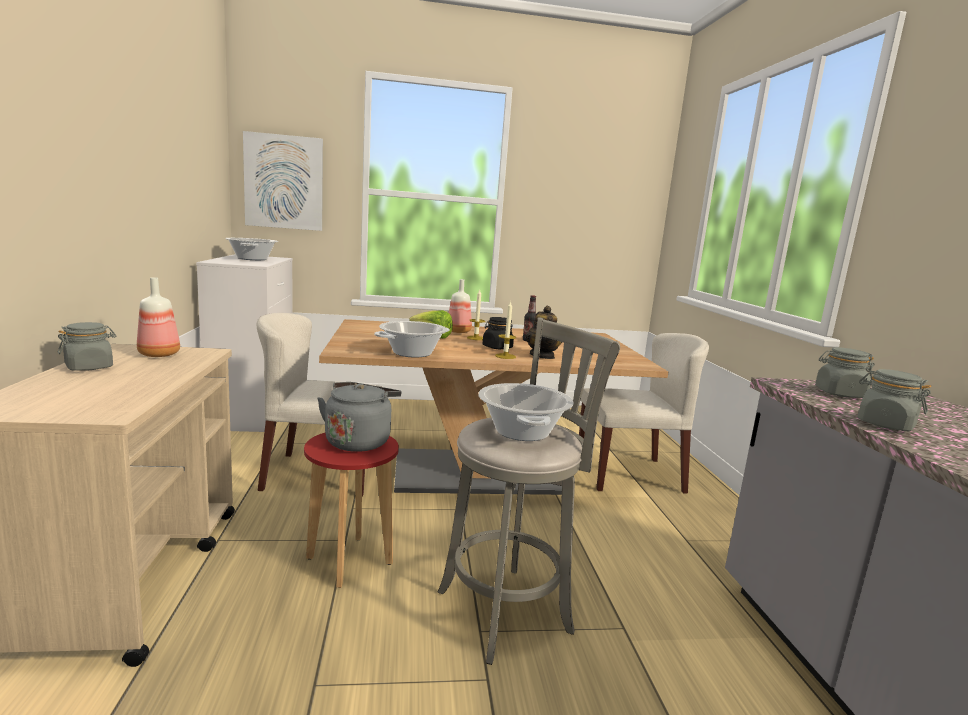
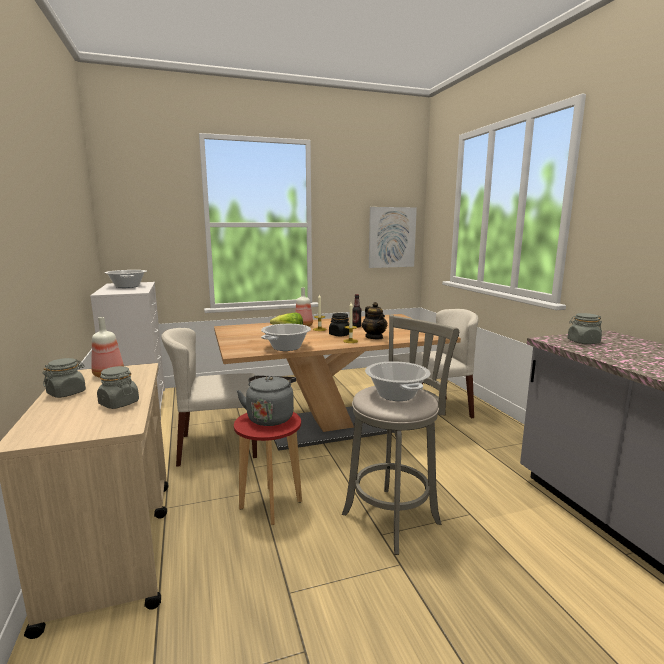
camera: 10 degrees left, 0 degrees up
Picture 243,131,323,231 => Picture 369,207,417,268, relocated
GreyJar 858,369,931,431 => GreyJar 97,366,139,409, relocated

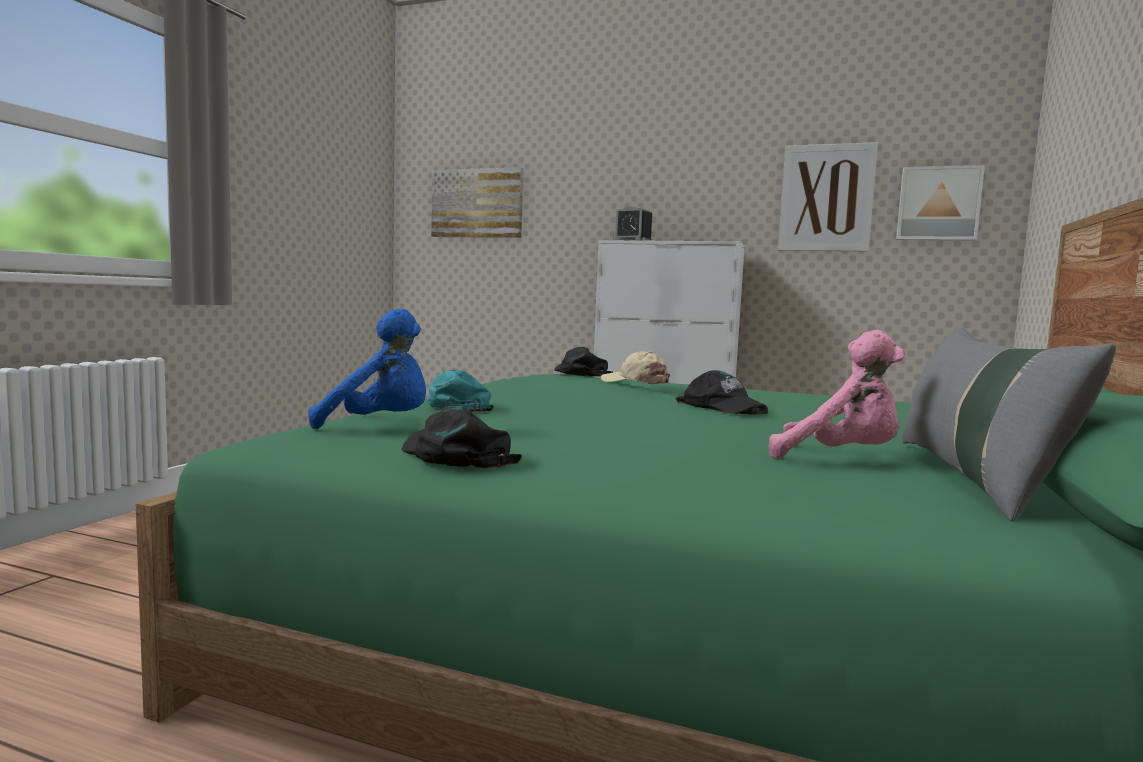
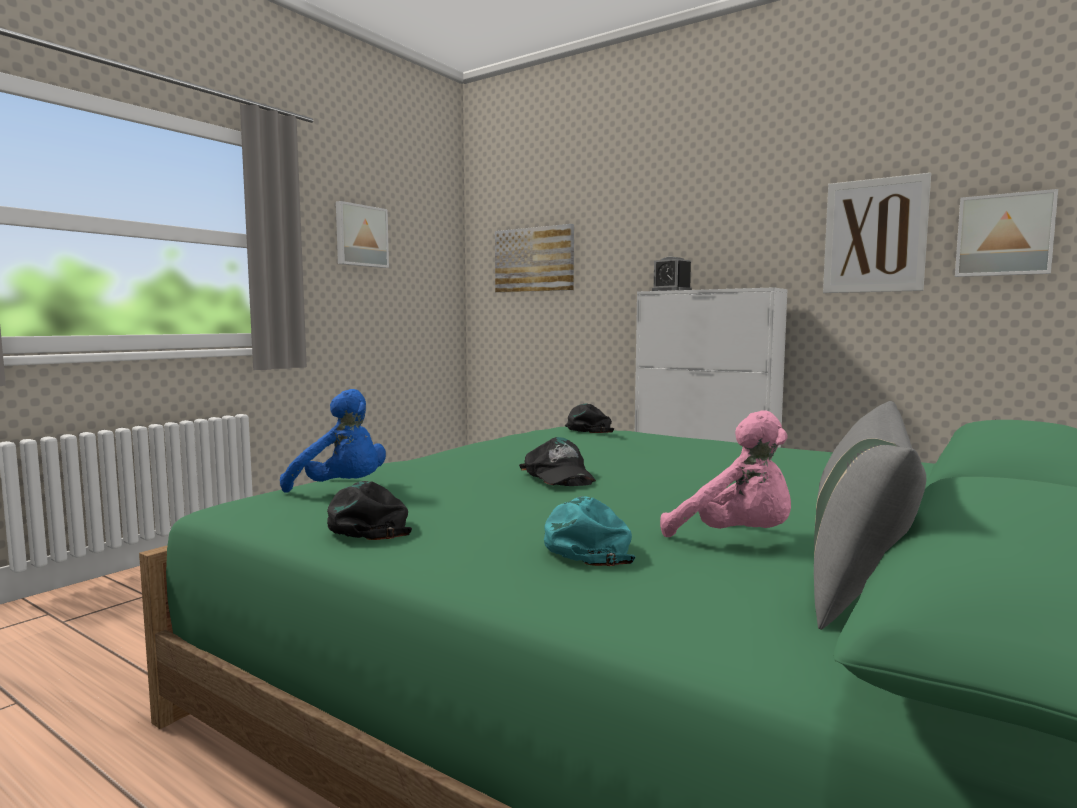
camera: 15 degrees right, 0 degrees up
TurquoiseCap 427,370,494,412 => TurquoiseCap 544,496,636,566, relocated
BeigeCap 601,351,670,385 => nothing
BlackCap 676,370,768,415 => BlackCap 519,437,596,486, relocated
nothing => Picture 336,201,389,268

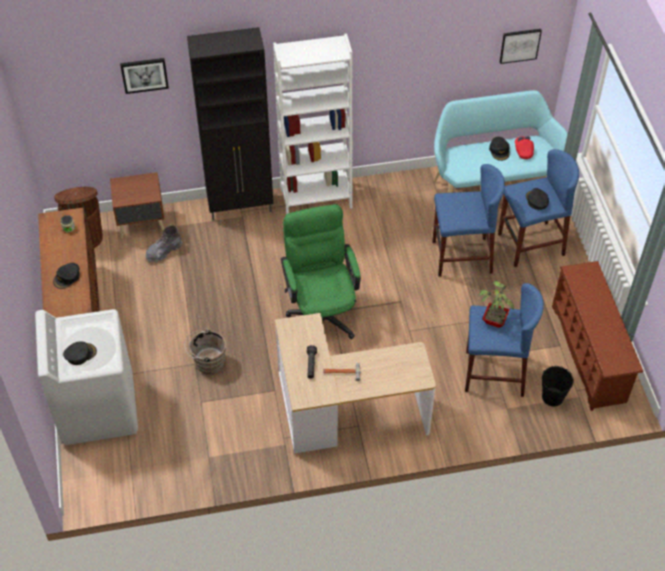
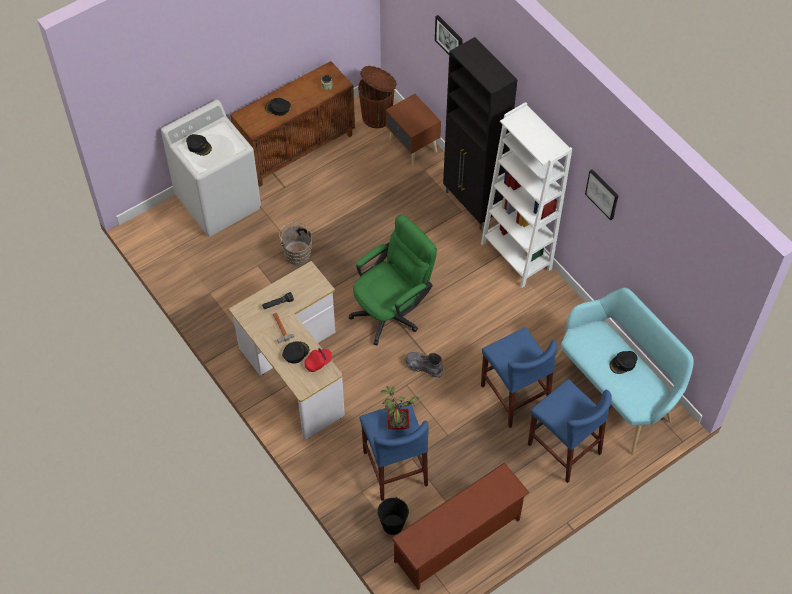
camera: 65 degrees right, 5 degrees up
GreyBoot 145,225,183,263 => GreyBoot 404,352,444,378, relocated
Picture 499,29,542,64 => Picture 585,169,619,220, relocated
RedCap 515,136,534,159 => RedCap 304,348,332,372, relocated
BlackCap 526,188,549,210 => BlackCap 282,341,309,364, relocated

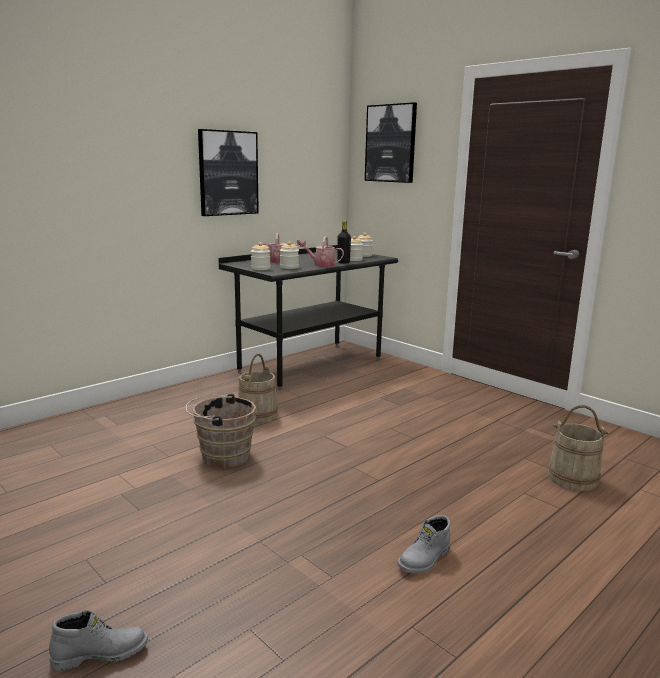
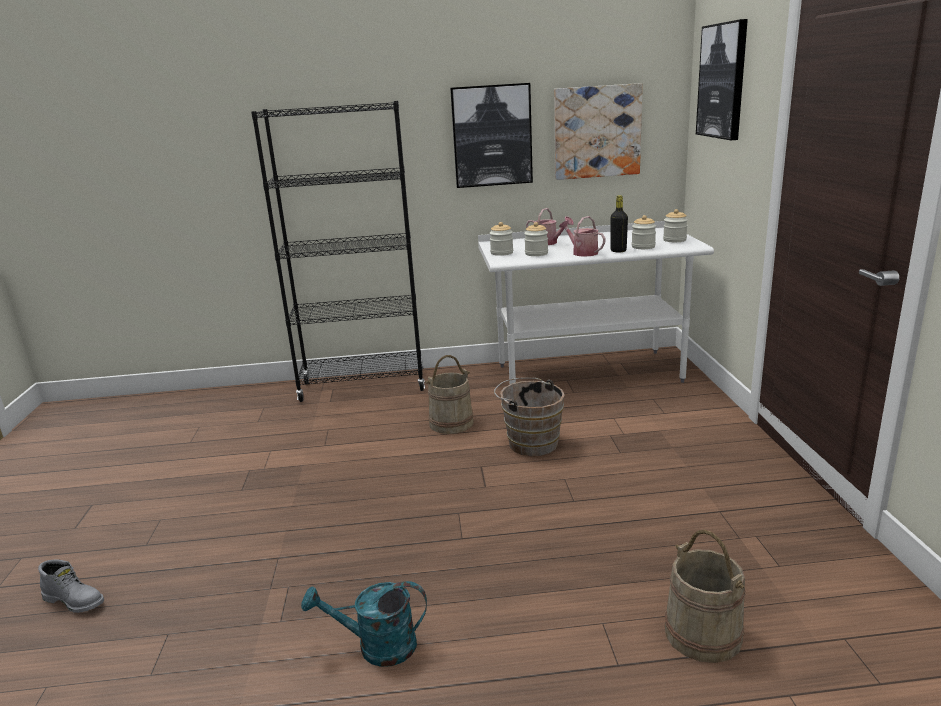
camera: 40 degrees right, 5 degrees up
BrownBucket 186,393,256,468 => BrownBucket 494,377,565,456, relocated
BlackDesk 218,245,398,390 => WhiteDesk 478,221,714,384
GreyBoot 397,515,450,574 => TurquoiseWateringCan 301,581,427,667
nothing => BlackBookcase 251,101,425,402
nothing => Picture 554,83,643,180

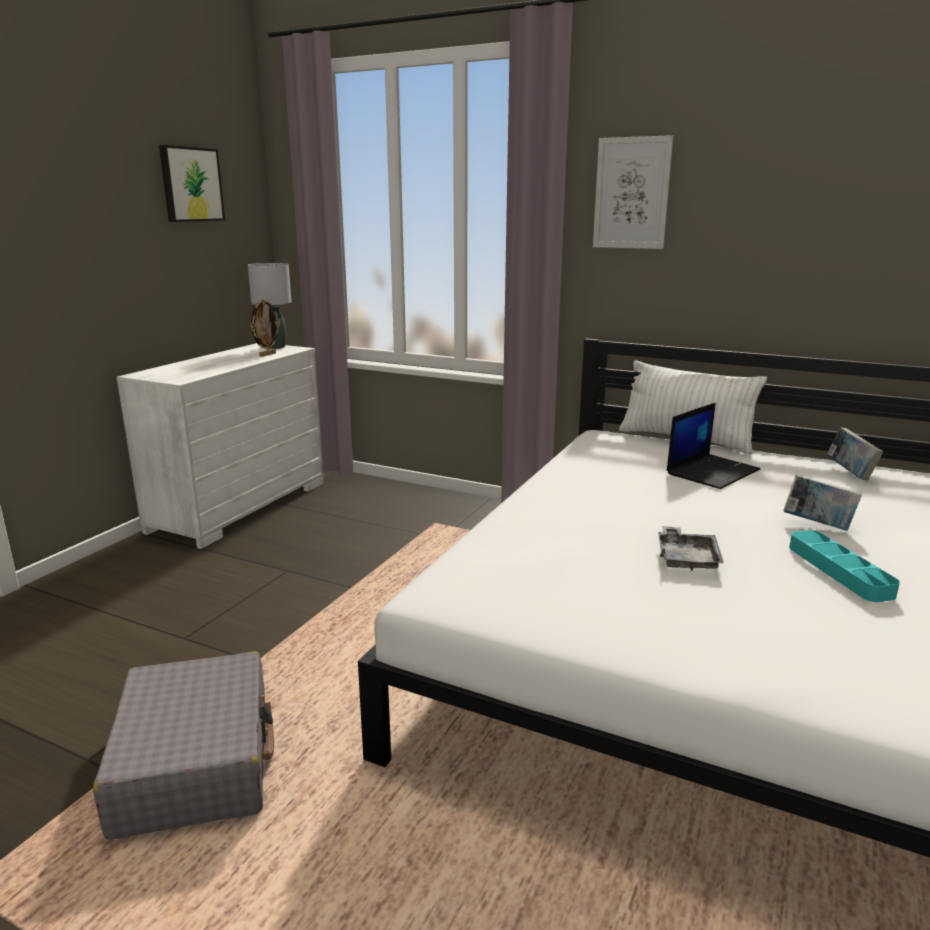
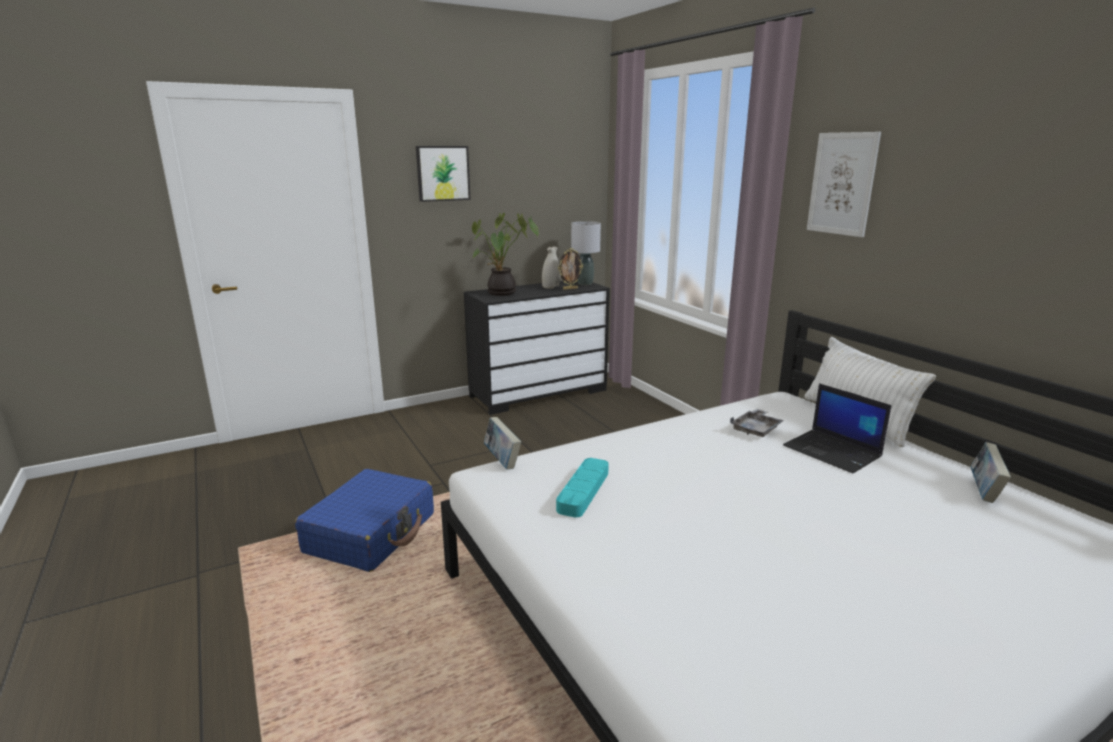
camera: 35 degrees right, 0 degrees up
GreySuitcase 93,652,274,840 => BlueSuitcase 295,469,434,572
WhiteDresser 117,343,324,549 => BlackDresser 464,281,610,415
Picture 159,145,225,222 => Picture 416,146,471,202, relocated
GreyTray 658,526,724,571 => GreyTray 730,409,784,437, relocated
Laptop 666,402,760,489 => Laptop 783,383,891,473, 60 degrees clockwise
Book 783,475,862,531 => Book 484,417,521,470, relocated
TurquoiseTray 789,530,900,602 => TurquoiseTray 556,458,609,518, relocated
nothing => PottedPlant 472,213,538,296
nothing => WhiteVase 542,247,560,289

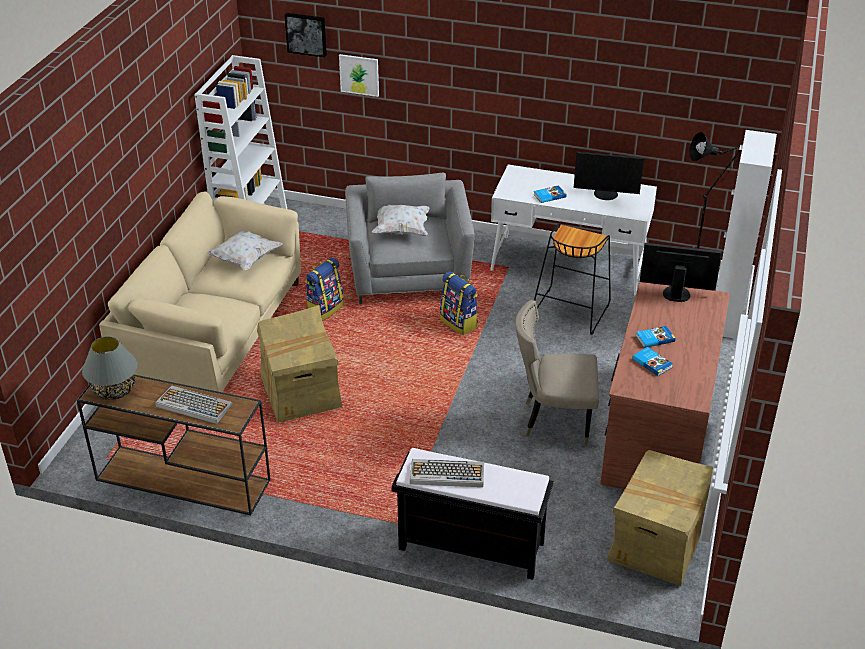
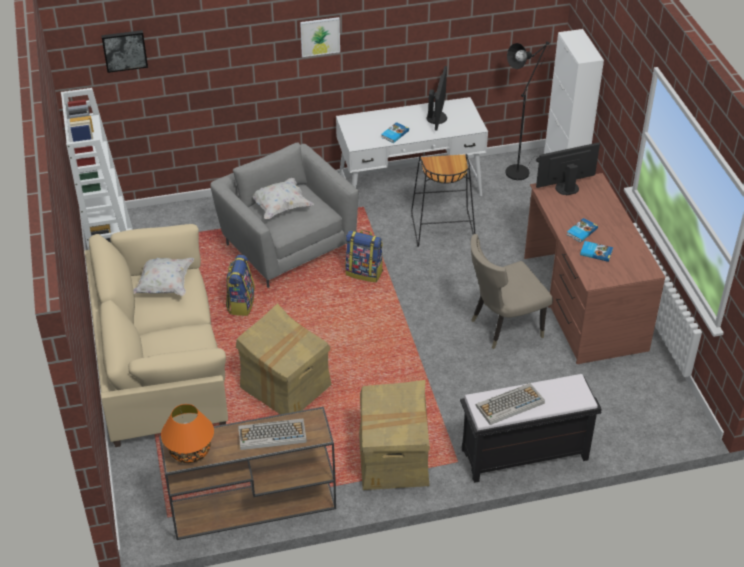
camera: 30 degrees left, 5 degrees up
GreyTableLamp 82,336,138,400 => OrangeTableLamp 161,404,214,463
Picture 339,54,379,97 => Picture 300,17,340,57, relocated
Monitor 574,152,644,200 => Monitor 426,66,447,131, 60 degrees counterclockwise
CardboardBox 607,450,713,586 => CardboardBox 359,380,430,490, relocated

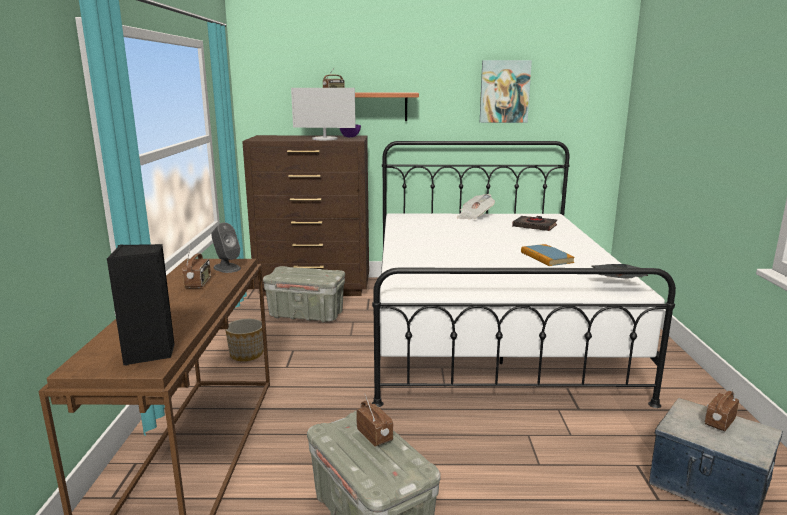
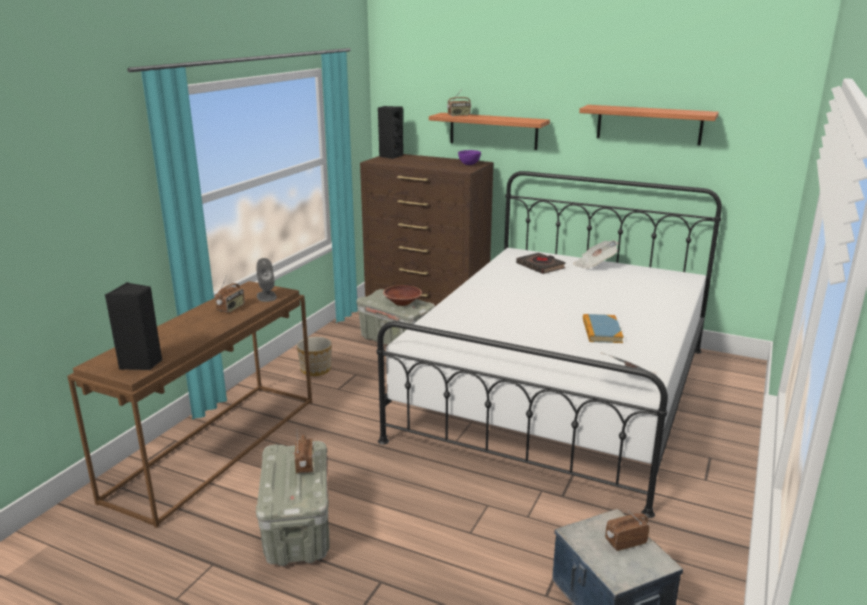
camera: 25 degrees right, 5 degrees up
Monitor 291,88,356,140 => nothing
Picture 480,60,532,123 => Shelf 579,105,719,146
BlackBook 512,216,557,231 => BlackBook 516,253,566,274, relocated
nothing => BlackSpeaker 378,106,403,159
nothing => BrownBowl 383,285,422,306

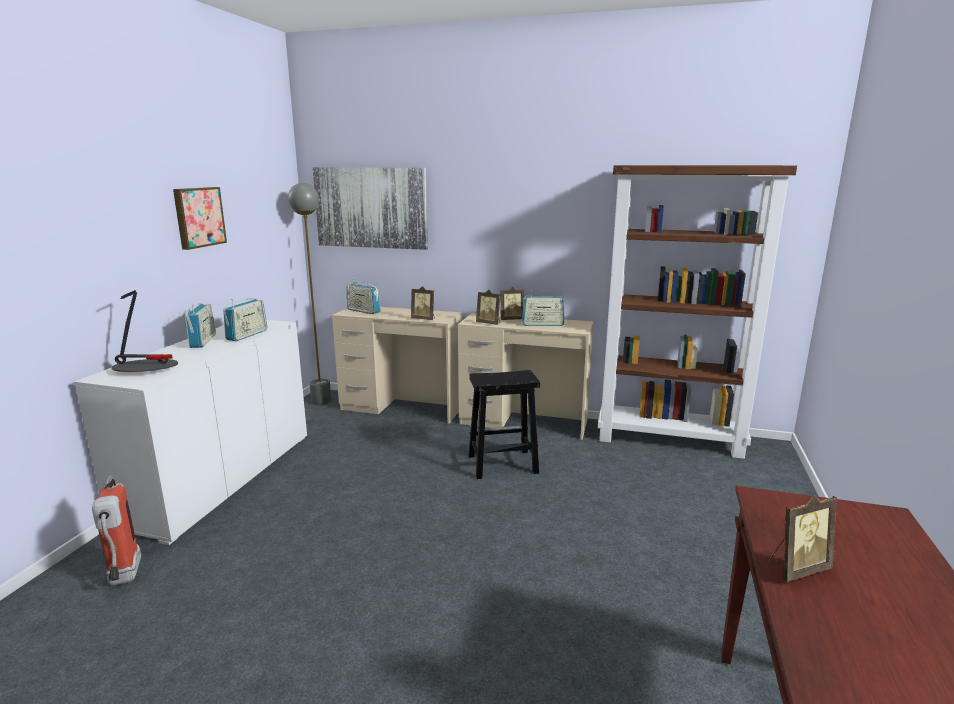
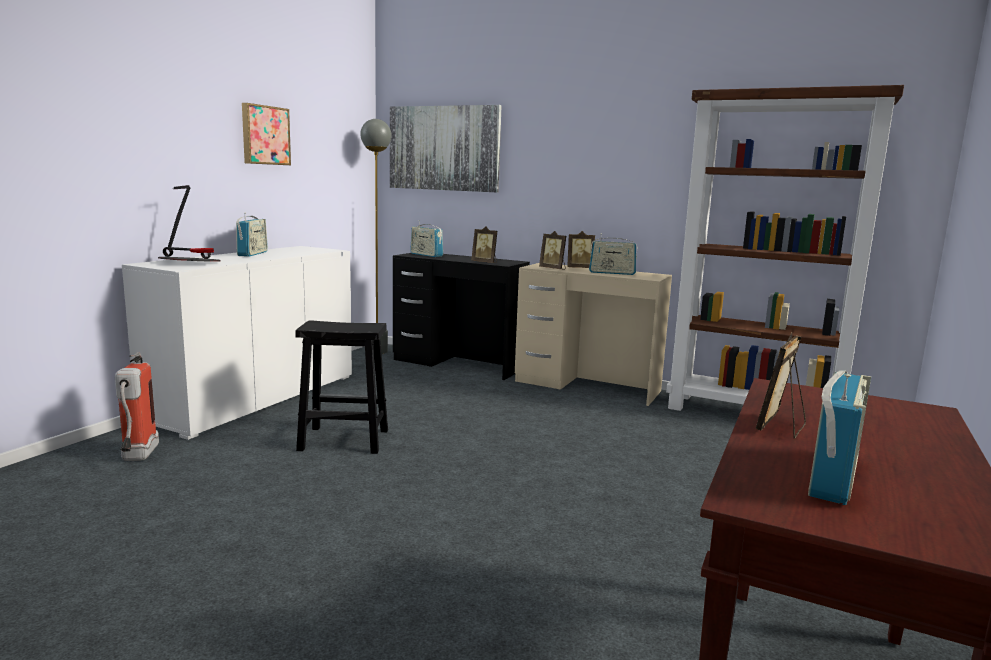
camera: 10 degrees right, 5 degrees down
Radio 223,299,267,341 => Radio 808,370,871,505, relocated
BeigeDesk 332,307,462,424 => BlackDesk 393,253,530,380
BlackStool 469,370,540,479 => BlackStool 295,320,388,454, relocated
PictureFrame 768,495,837,582 => PictureFrame 756,332,806,439, 135 degrees clockwise

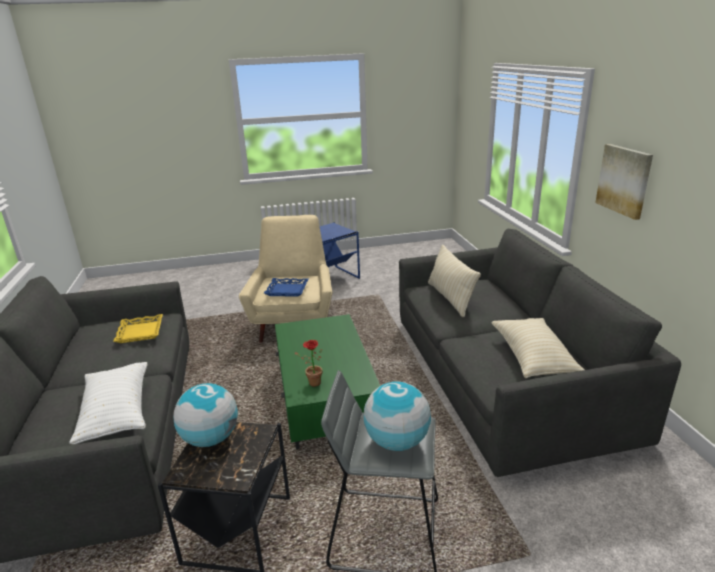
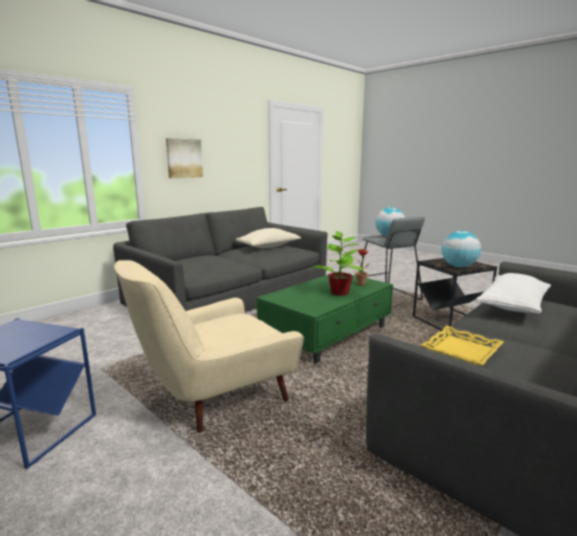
camera: 125 degrees left, 10 degrees down
BlueTray 264,278,308,297 => nothing
BeigePillow 428,244,481,317 => nothing
nothing => PottedPlant 312,231,364,296

